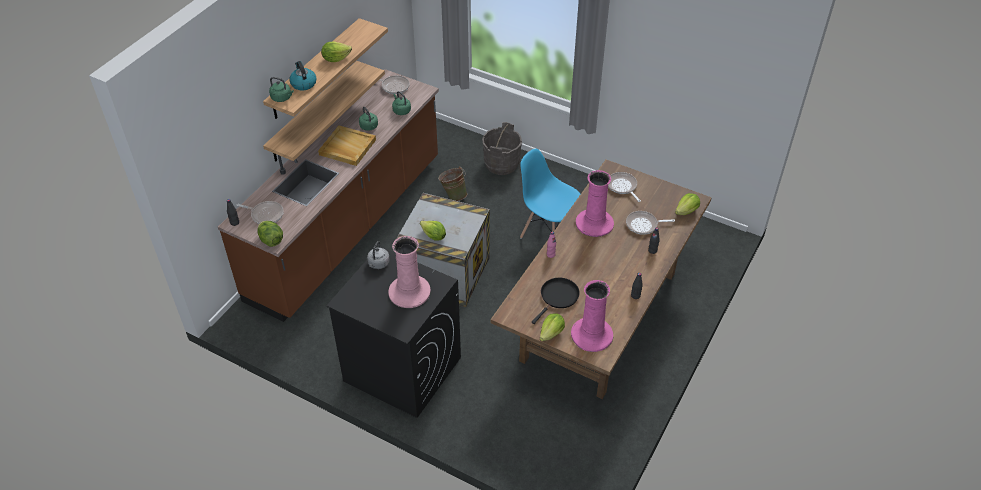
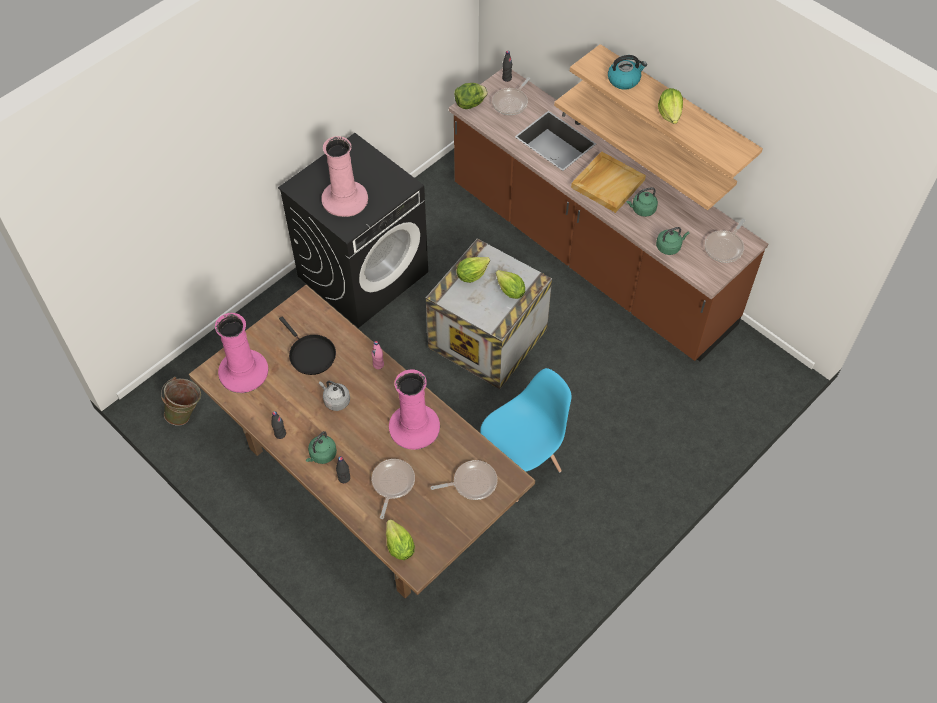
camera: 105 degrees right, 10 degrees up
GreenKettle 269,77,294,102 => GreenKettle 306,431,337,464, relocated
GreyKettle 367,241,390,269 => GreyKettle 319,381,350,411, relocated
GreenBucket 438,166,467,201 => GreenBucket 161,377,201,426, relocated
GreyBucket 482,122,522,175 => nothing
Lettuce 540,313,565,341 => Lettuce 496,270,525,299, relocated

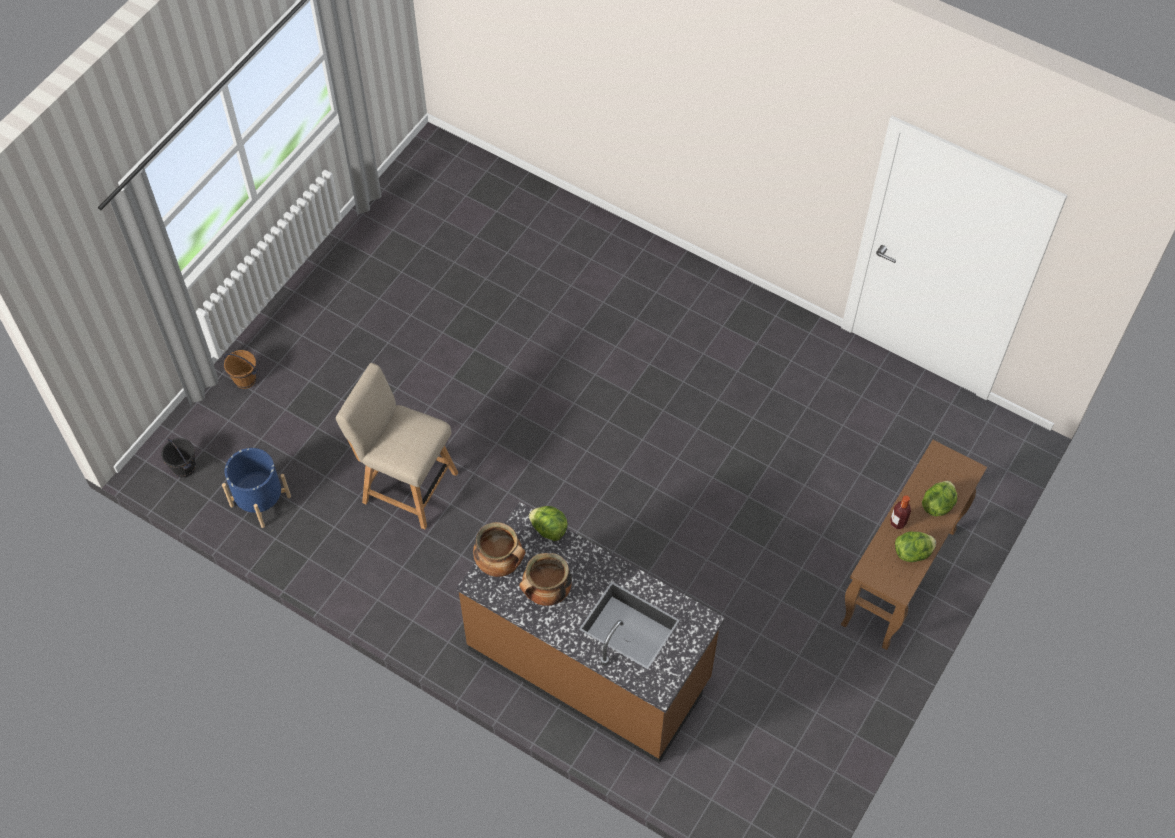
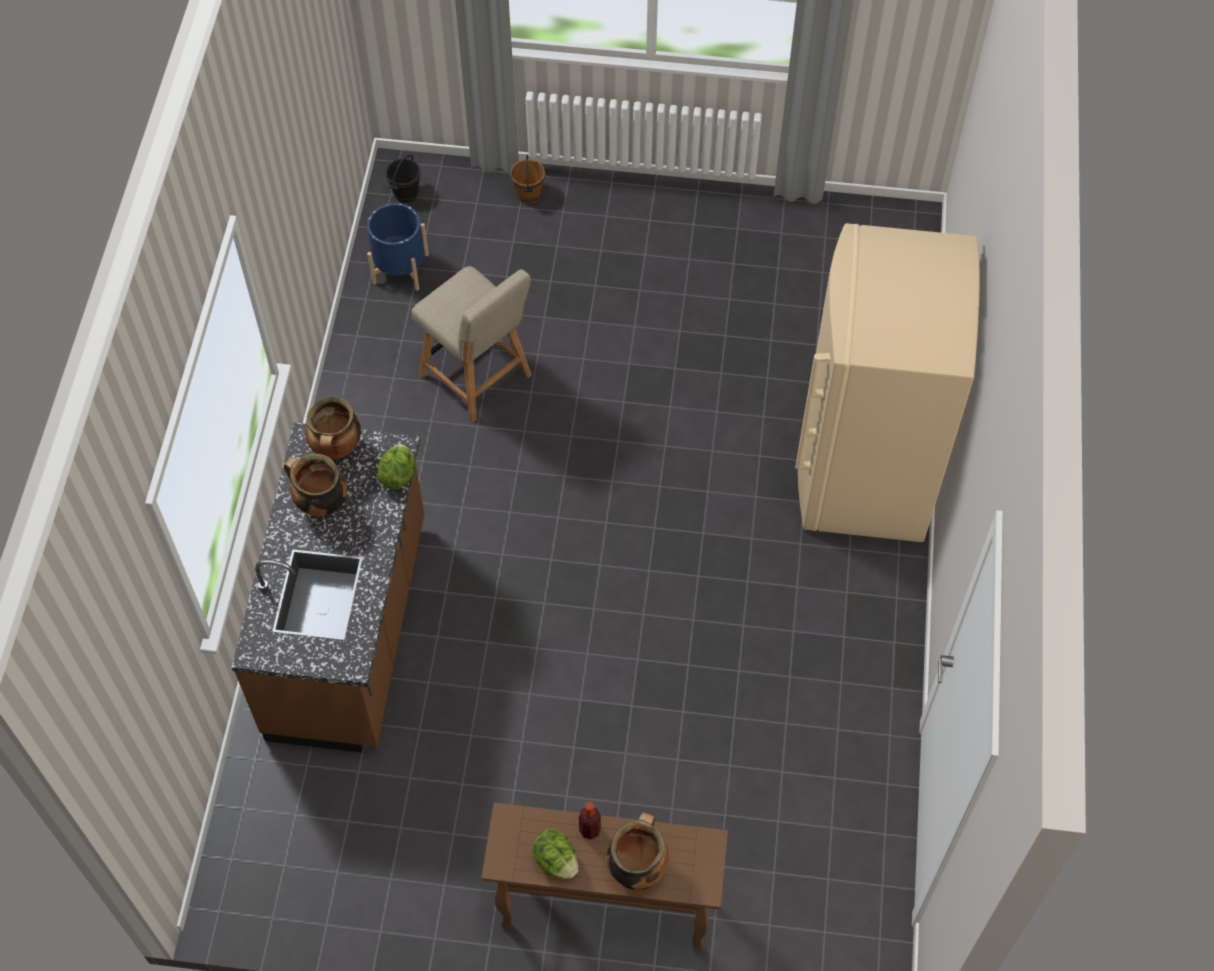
camera: 65 degrees right, 0 degrees up
BeigeChair 336,363,458,530 => BeigeChair 412,266,532,423, 135 degrees clockwise
Lettuce 922,481,957,516 => CookingPot 607,812,669,890
nothing => BeigeFridge 795,223,980,542

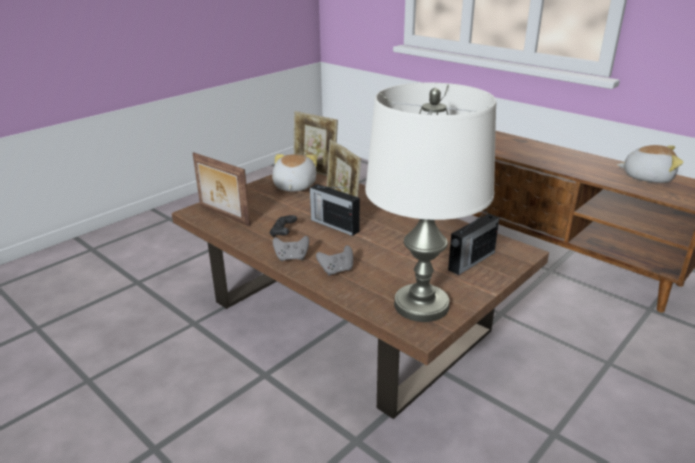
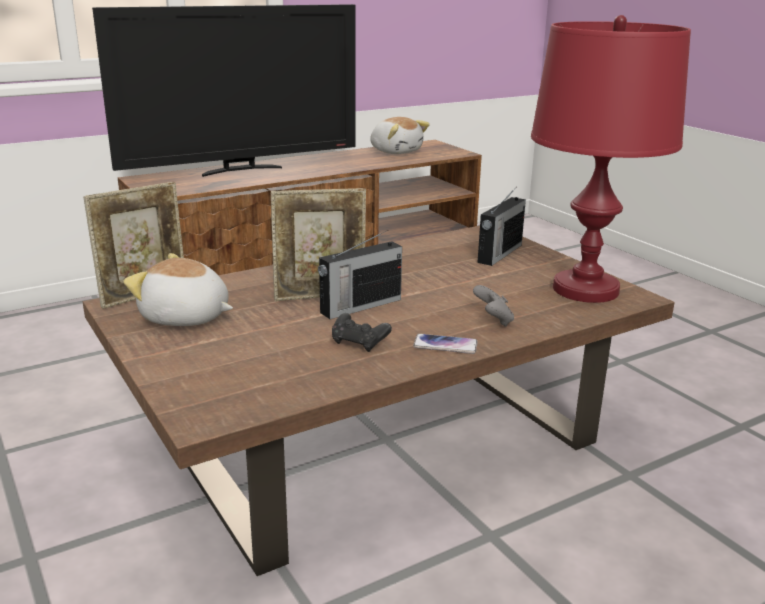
camera: 75 degrees left, 5 degrees down
PictureFrame 193,152,250,226 => nothing
GreyGameController 273,236,309,261 => Phone 413,334,478,354
WhiteTableLamp 365,82,496,322 => RedTableLamp 531,15,691,303
Radio 448,208,499,275 => Radio 478,189,526,266, 60 degrees clockwise
PlushToy 617,145,683,183 => PlushToy 370,117,430,154, 105 degrees clockwise
nothing => Television 92,4,356,177

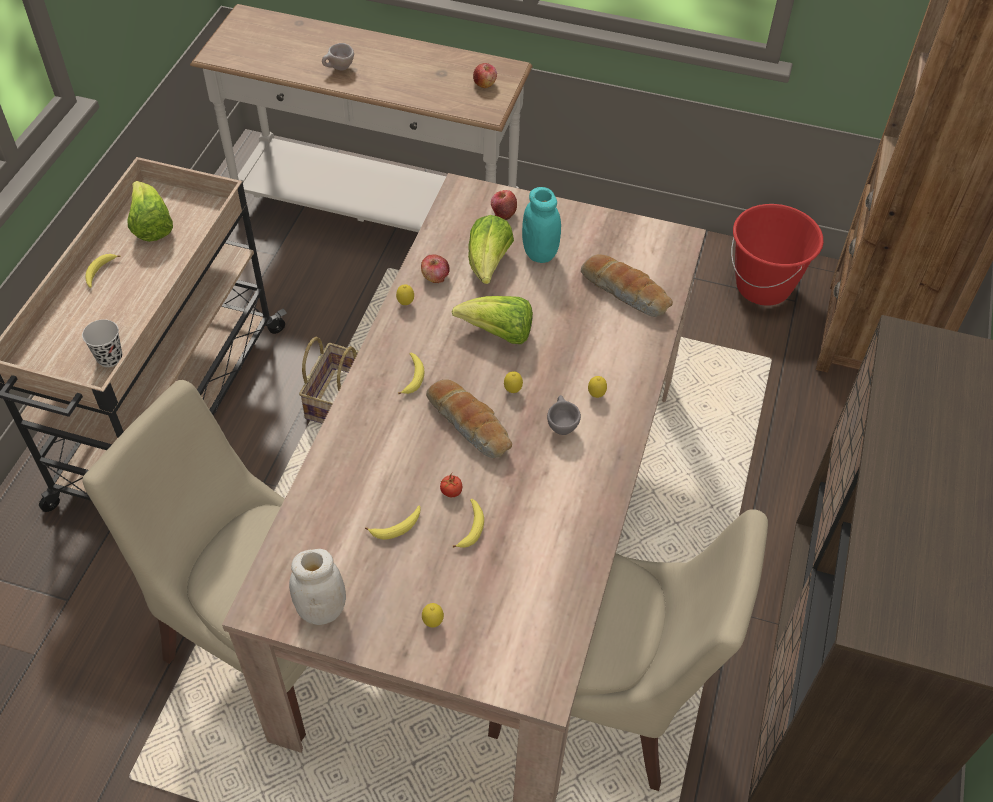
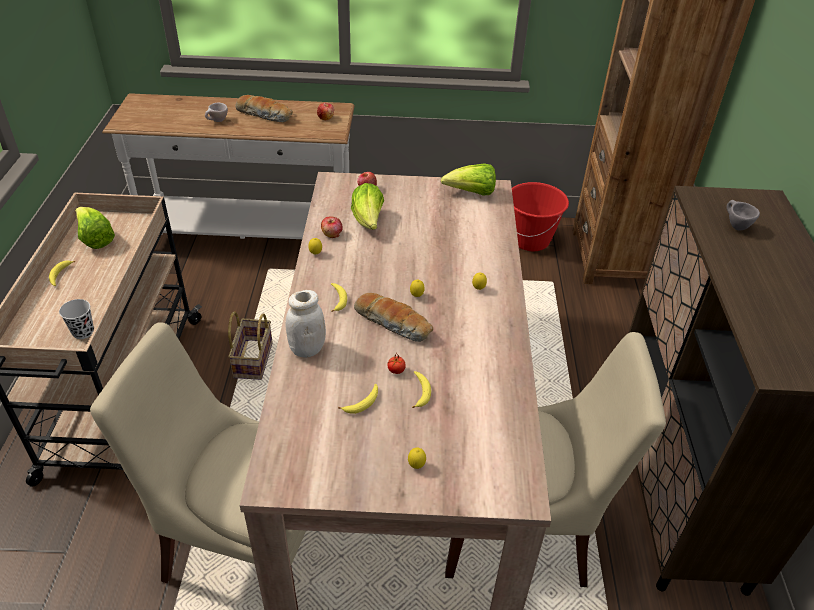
camera: 15 degrees left, 10 degrees down
WhiteJar 289,549,346,625 => WhiteJar 286,290,326,358, relocated
Lettuce 452,296,533,344 => Lettuce 441,164,496,195, relocated
TurquoiseJar 522,187,561,263 => nothing
GreyCup 547,395,581,435 => GreyCup 727,200,760,230, relocated
Bread 581,254,673,317 => Bread 235,95,293,122, relocated

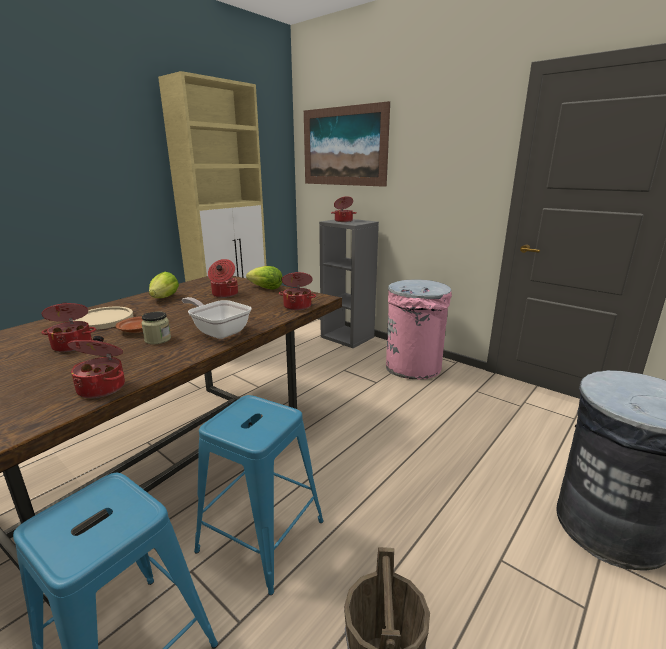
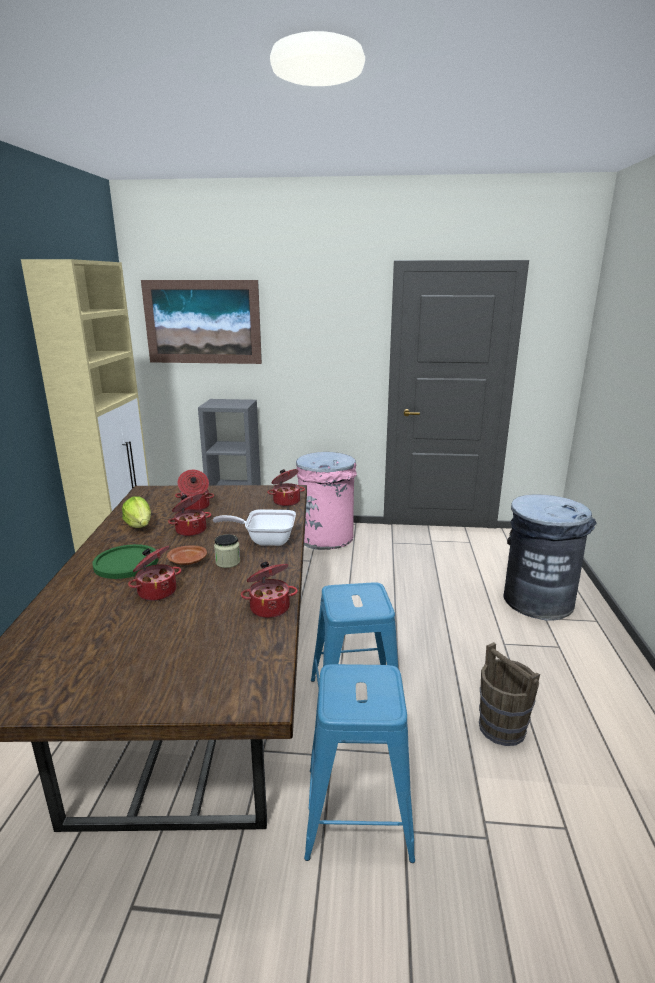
camera: 35 degrees left, 0 degrees up
BeigePlate 73,307,133,330 => GreenPlate 92,544,158,579
Lettuce 246,266,283,290 => nothing
CookingPot 331,196,356,222 => CookingPot 168,493,211,536, relocated

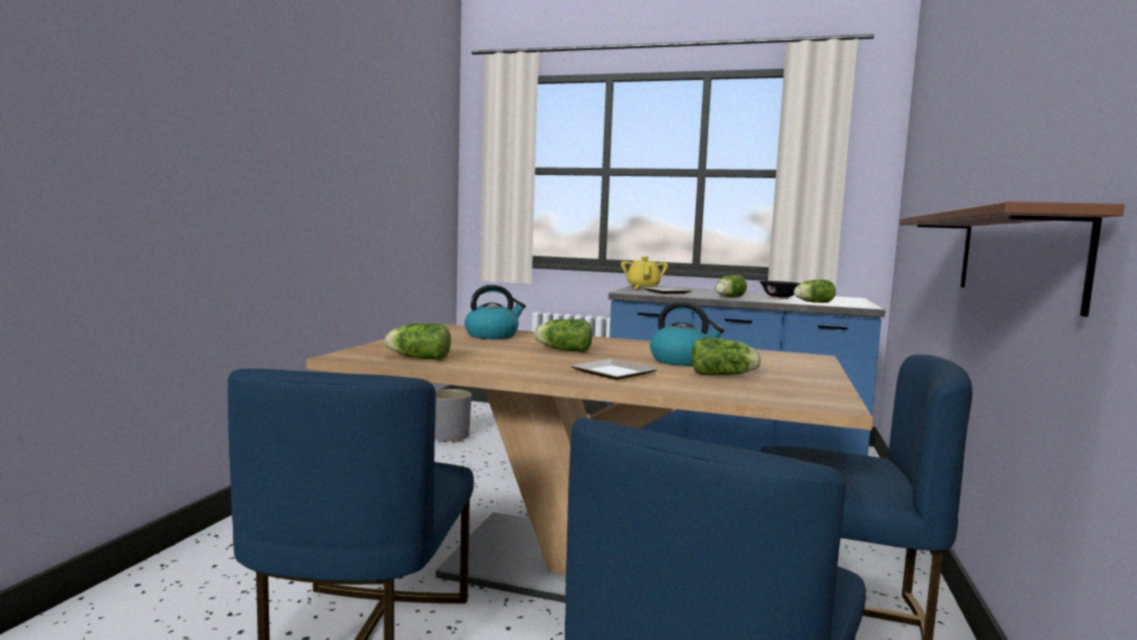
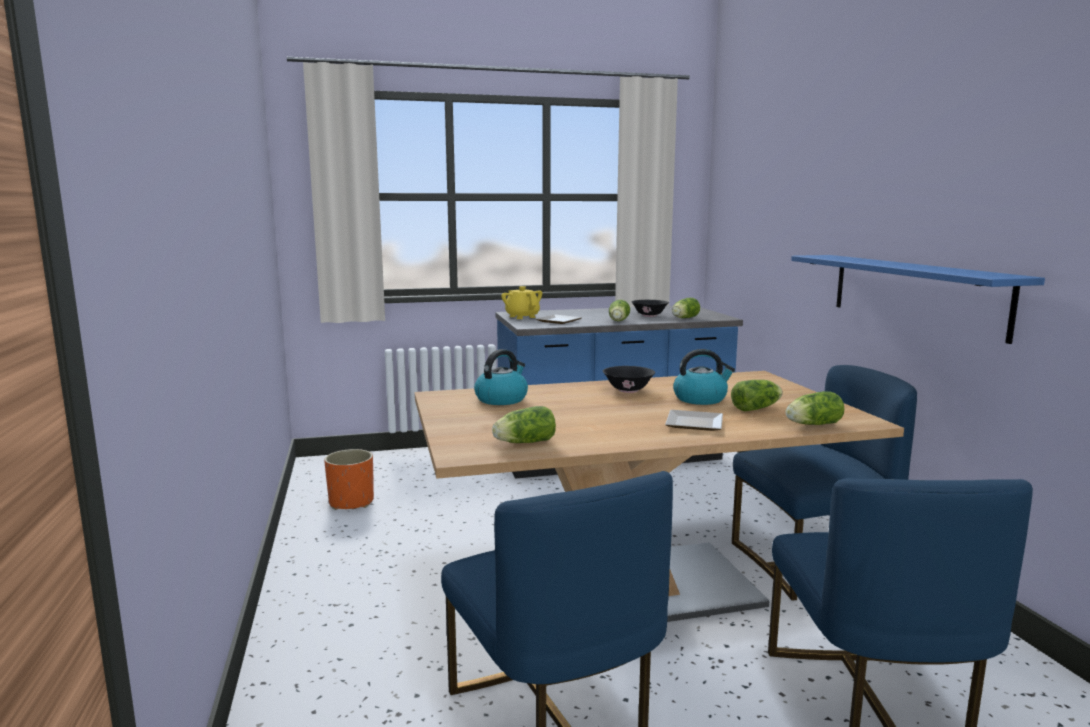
camera: 30 degrees left, 5 degrees up
GreyPlanter 435,389,472,443 => OrangePlanter 324,449,374,510
Lettuce 534,319,592,352 => Lettuce 785,391,844,425, relocated
BrownShelf 899,201,1125,317 => BlueShelf 791,255,1045,344
nothing => BlackBowl 603,366,655,393

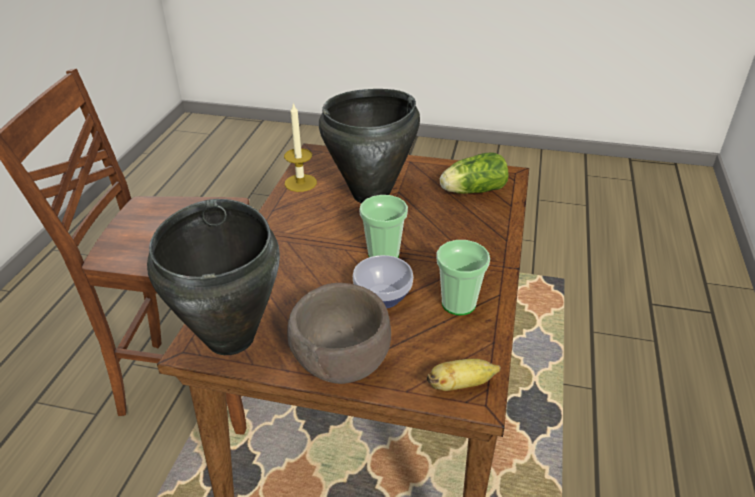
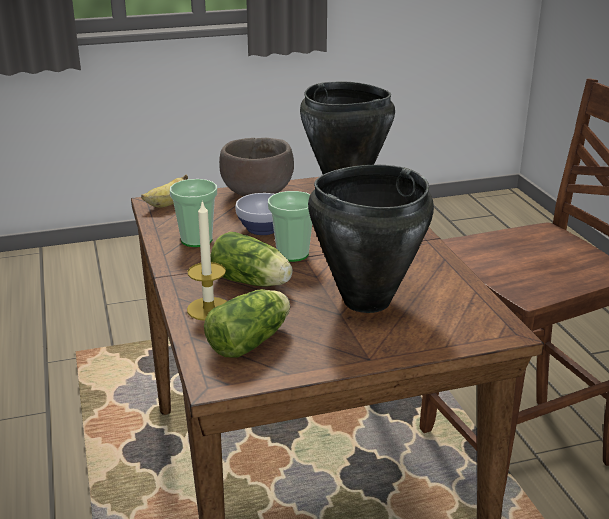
camera: 150 degrees right, 10 degrees down
Candle 284,102,317,192 => Candle 187,200,227,321, relocated
nothing => Lettuce 211,232,293,286

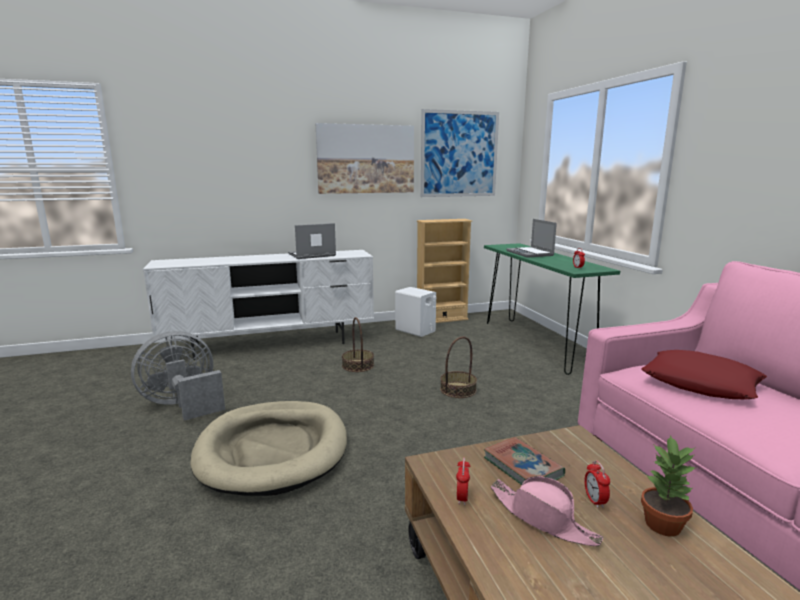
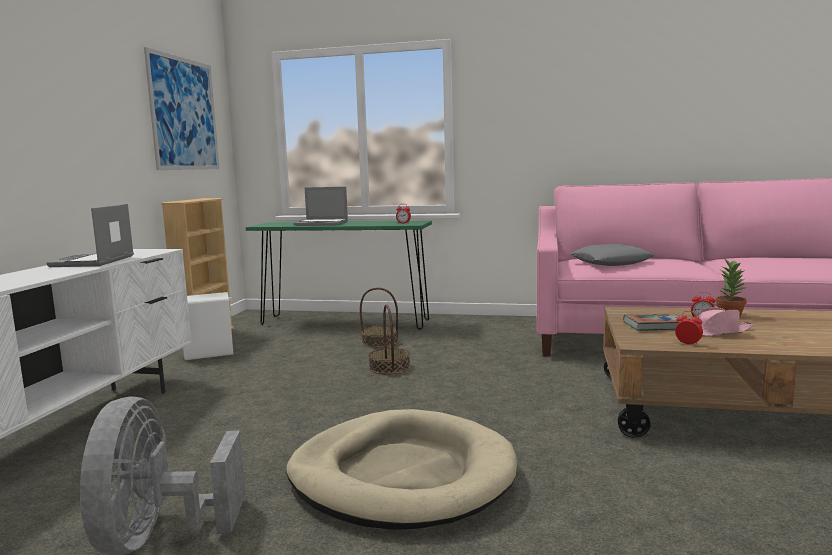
camera: 60 degrees left, 5 degrees down
Picture 316,123,414,194 => nothing
Basket 342,317,374,372 => Basket 360,287,398,348, relocated
RedPillow 641,350,767,399 => GreyPillow 570,244,655,266

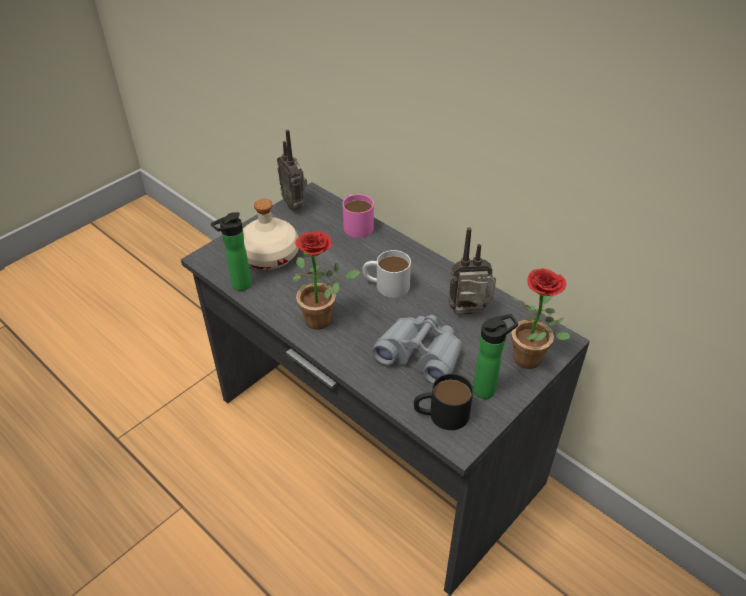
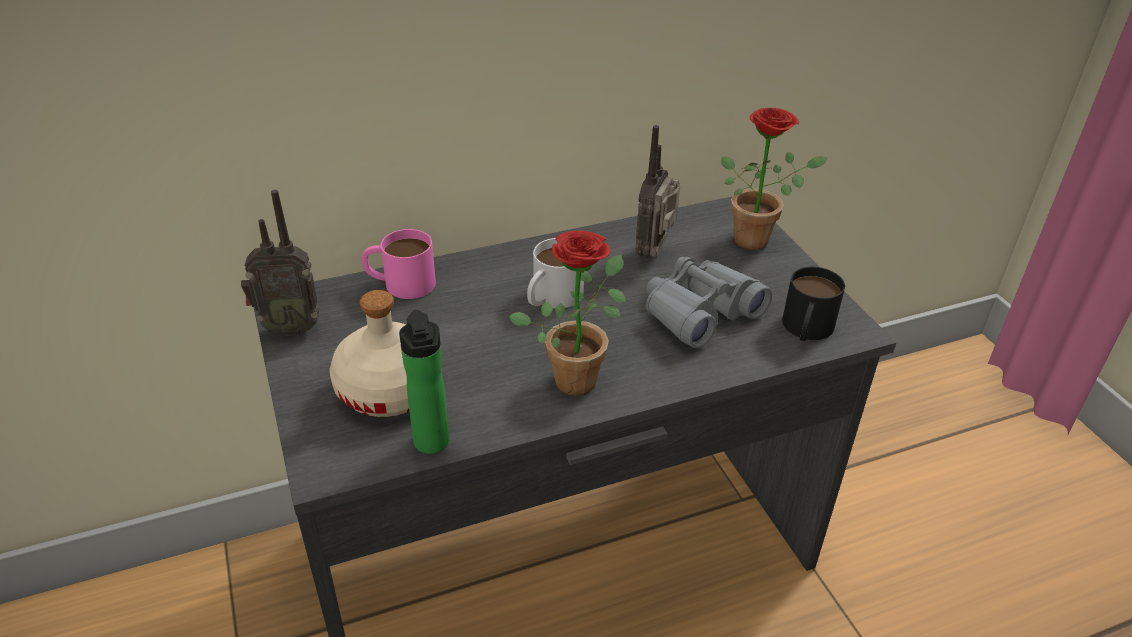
camera: 65 degrees left, 5 degrees down
Bottle 473,314,518,399 => nothing

